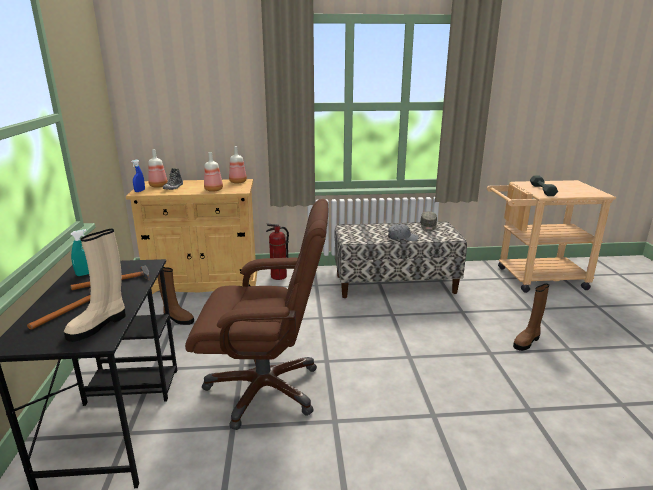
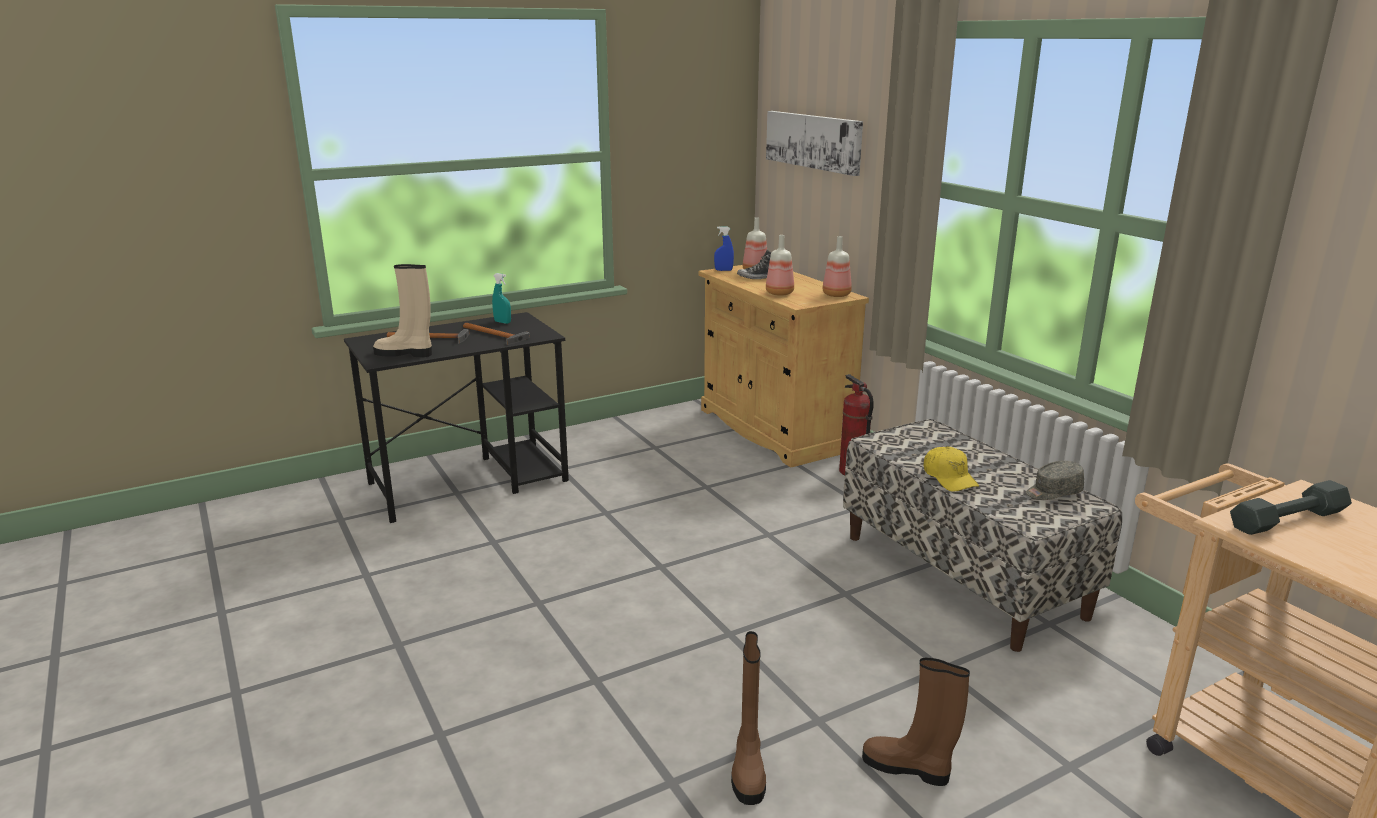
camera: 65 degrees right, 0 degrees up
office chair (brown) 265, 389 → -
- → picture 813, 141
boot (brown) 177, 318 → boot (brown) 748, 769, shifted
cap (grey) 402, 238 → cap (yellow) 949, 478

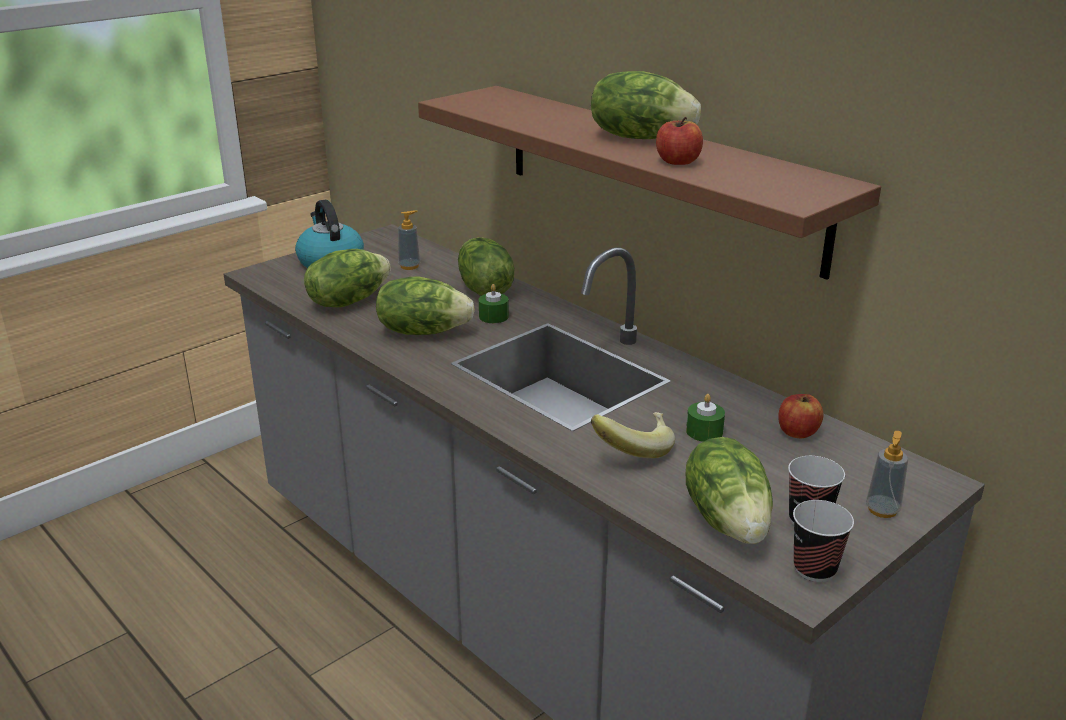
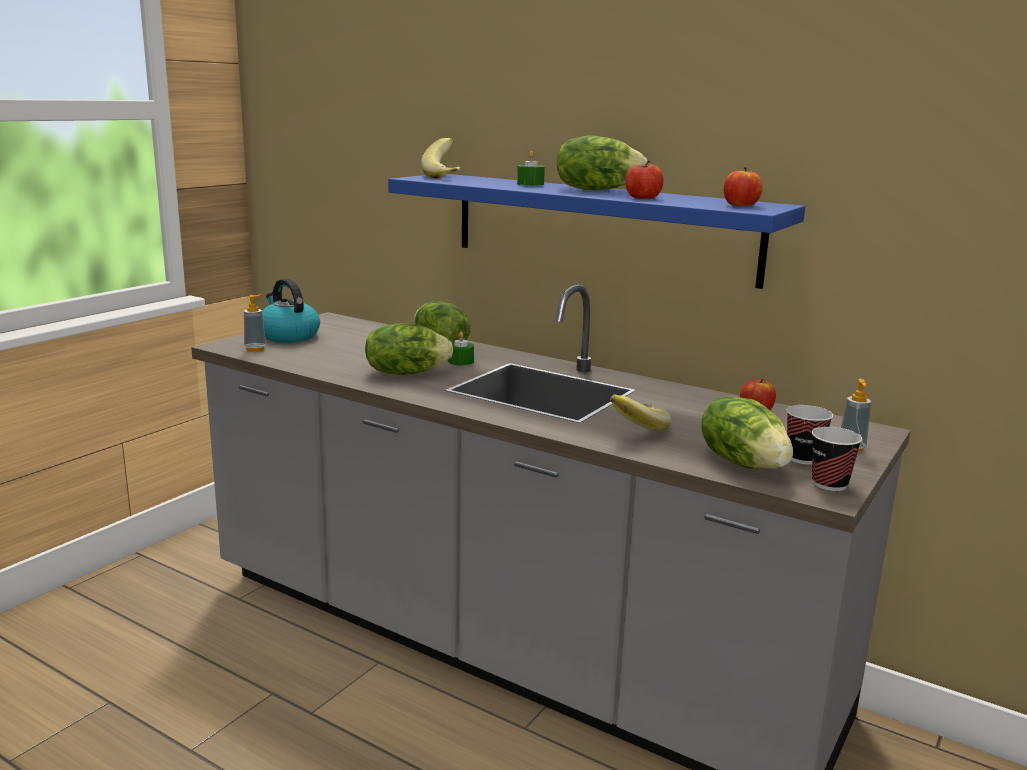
camera: 15 degrees left, 10 degrees down
lettuce 348, 301 → -
- → banana 447, 177
- → apple 740, 205
soap dispenser 409, 266 → soap dispenser 255, 349, shifted
candle (green) 704, 432 → candle (green) 530, 184, shifted
shelf (brown) 656, 174 → shelf (blue) 601, 227

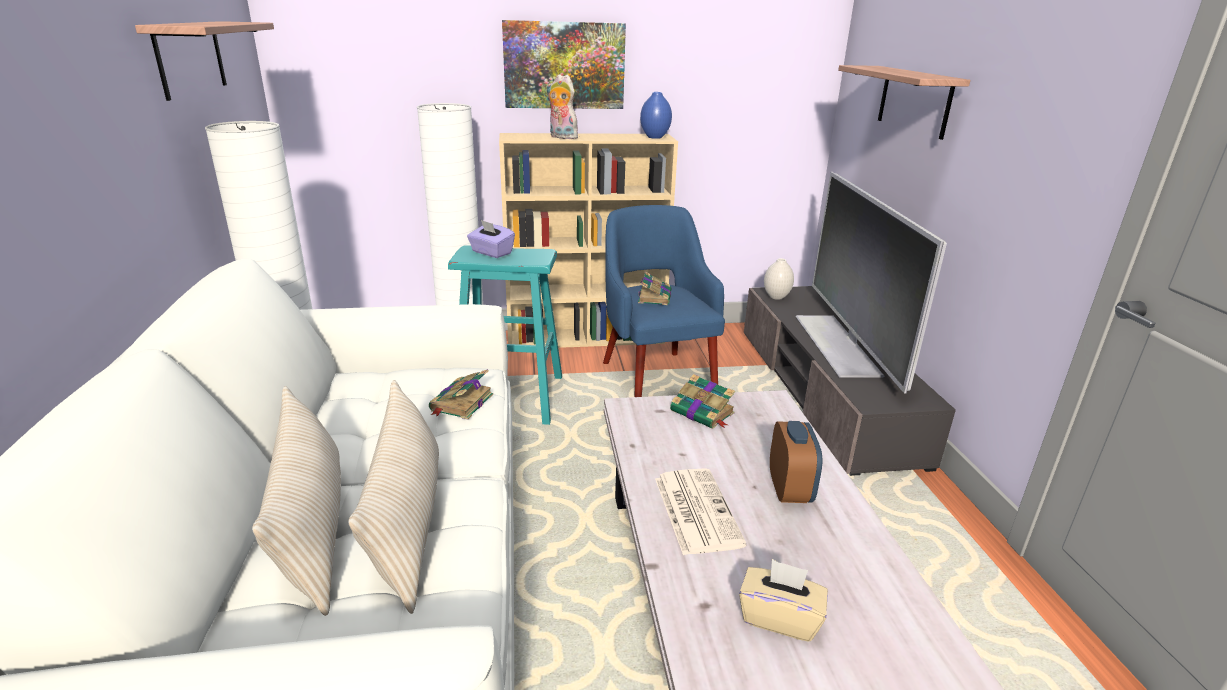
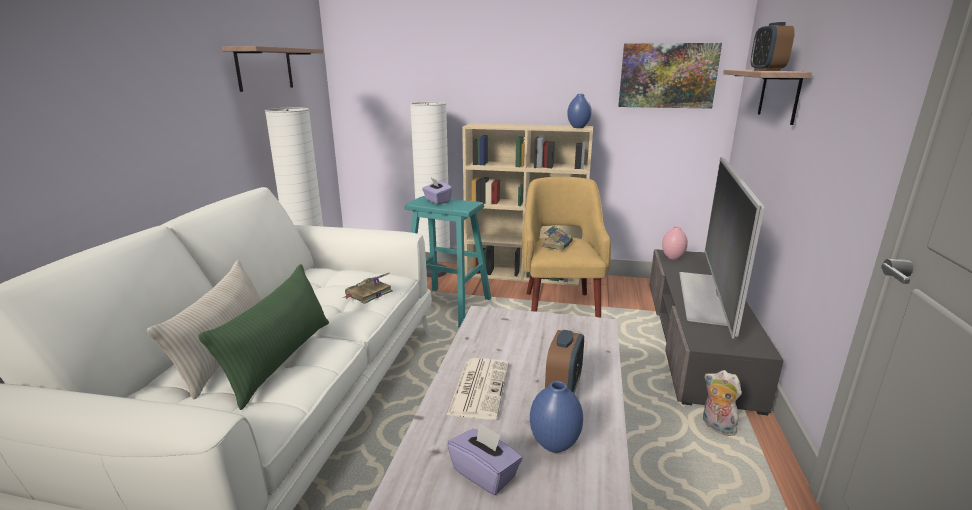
camera: 20 degrees right, 5 degrees down
book 703, 413 → -
- → vase (blue) 554, 445
- → alarm clock 766, 70
picture 564, 65 → picture 667, 76, shifted
plush toy 561, 137 → plush toy 716, 427, shifted
pillow (beige) 408, 525 → pillow (green) 280, 359
armchair (blue) 656, 378 → armchair (yellow) 560, 309
tissue box (beige) 779, 618 → tissue box (purple) 485, 473
vase (white) 776, 297 → vase (pink) 673, 257

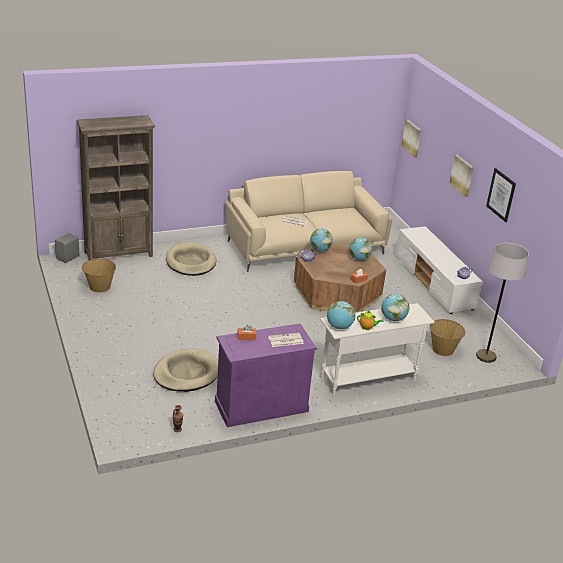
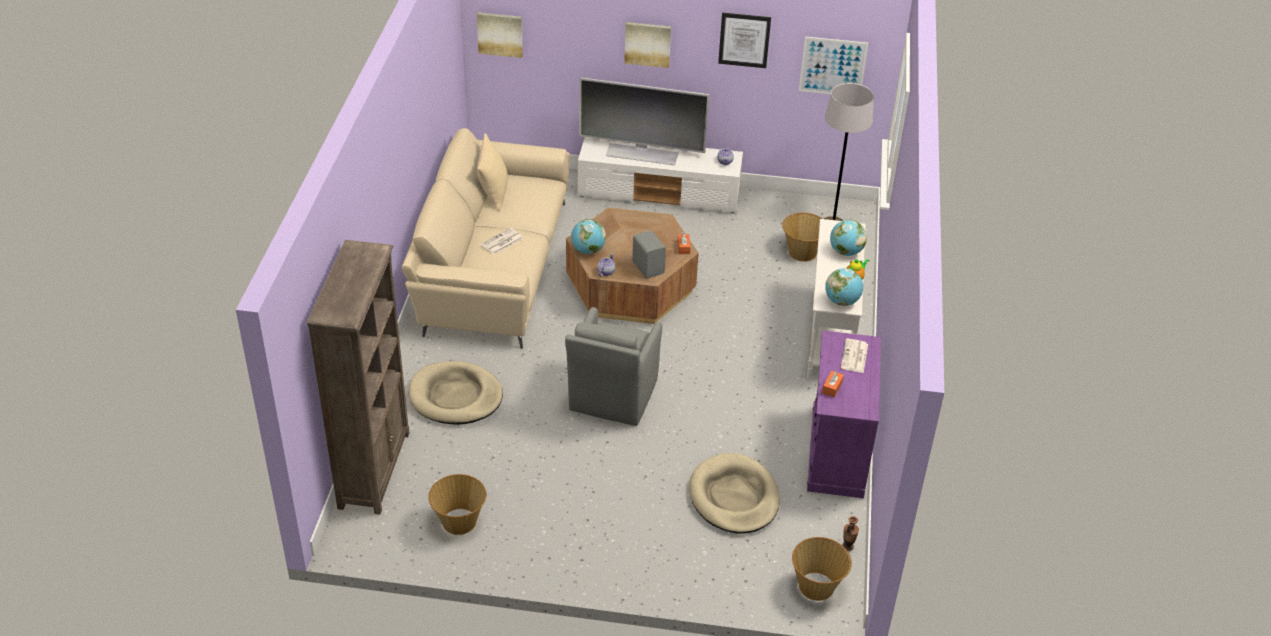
camera: 60 degrees left, 10 degrees up
globe 359, 259 → -
- → pillow (beige) 493, 192
- → armchair (grey) 612, 397
- → television 642, 153
- → basket 817, 586
- → picture 833, 66
speaker (grey) 68, 258 → speaker (grey) 648, 267, shifted

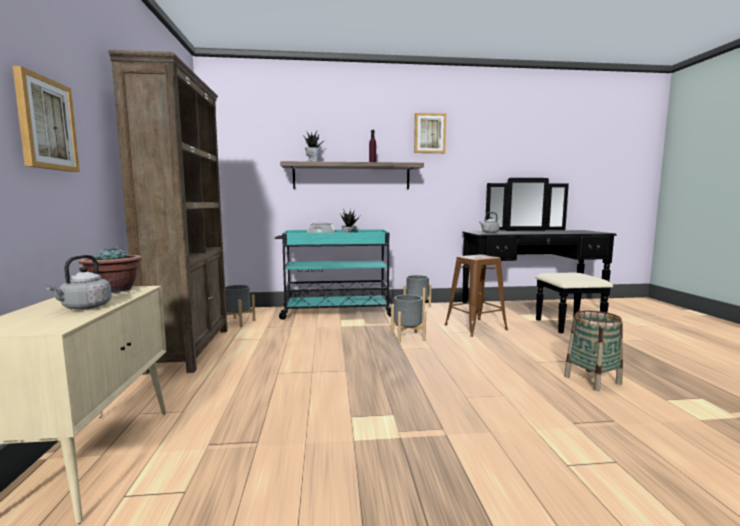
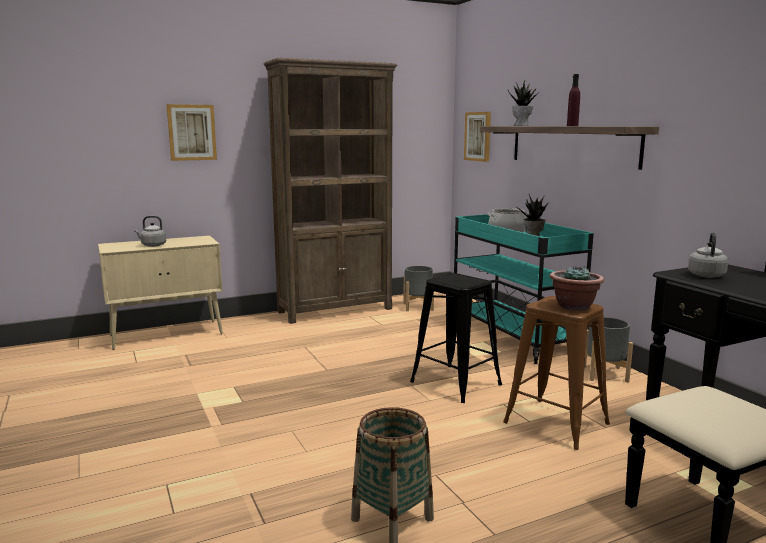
camera: 70 degrees right, 5 degrees up
potted plant 114, 290 → potted plant 574, 307, shifted
picture 429, 133 → picture 478, 136, shifted
planter (grey) 407, 337 → stool (black) 455, 383

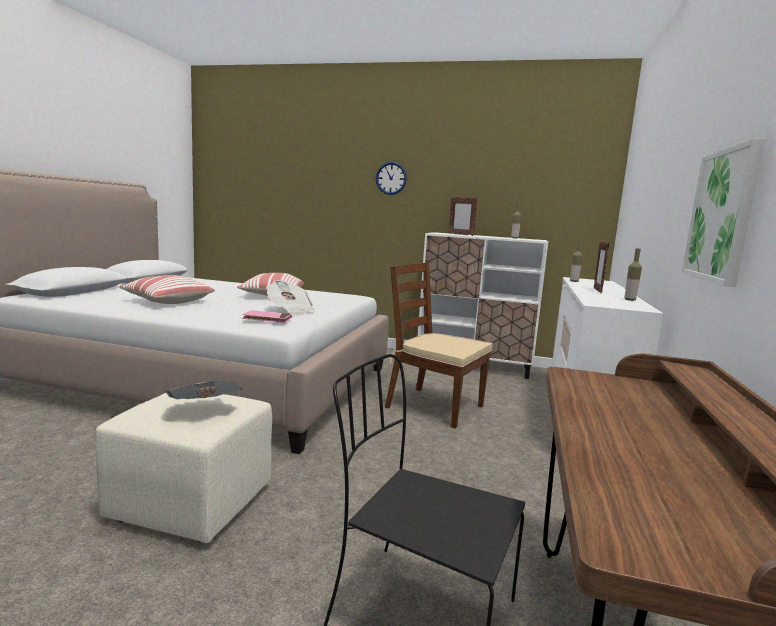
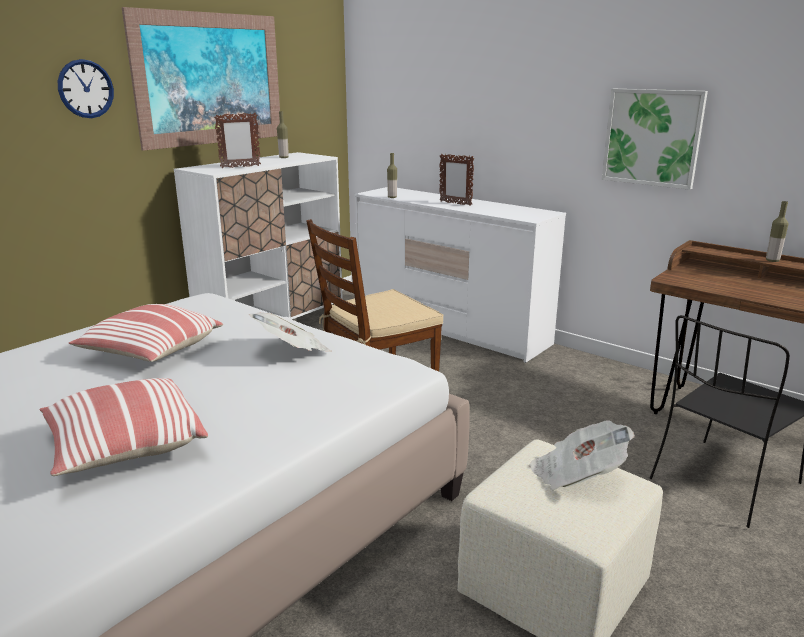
camera: 65 degrees left, 10 degrees up
book (pink) 267, 319 → -
- → picture 210, 79
bottle 629, 300 → bottle 772, 260, shifted

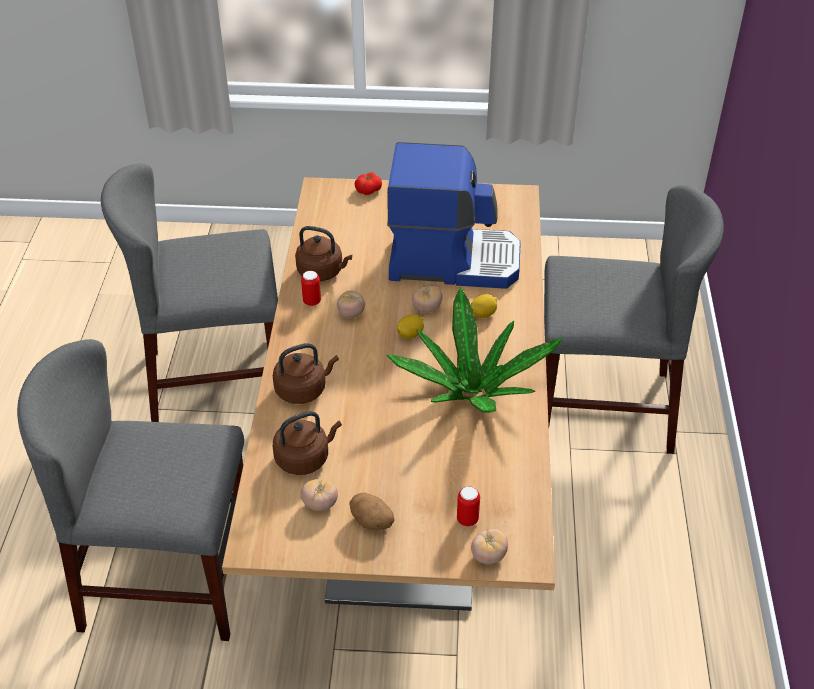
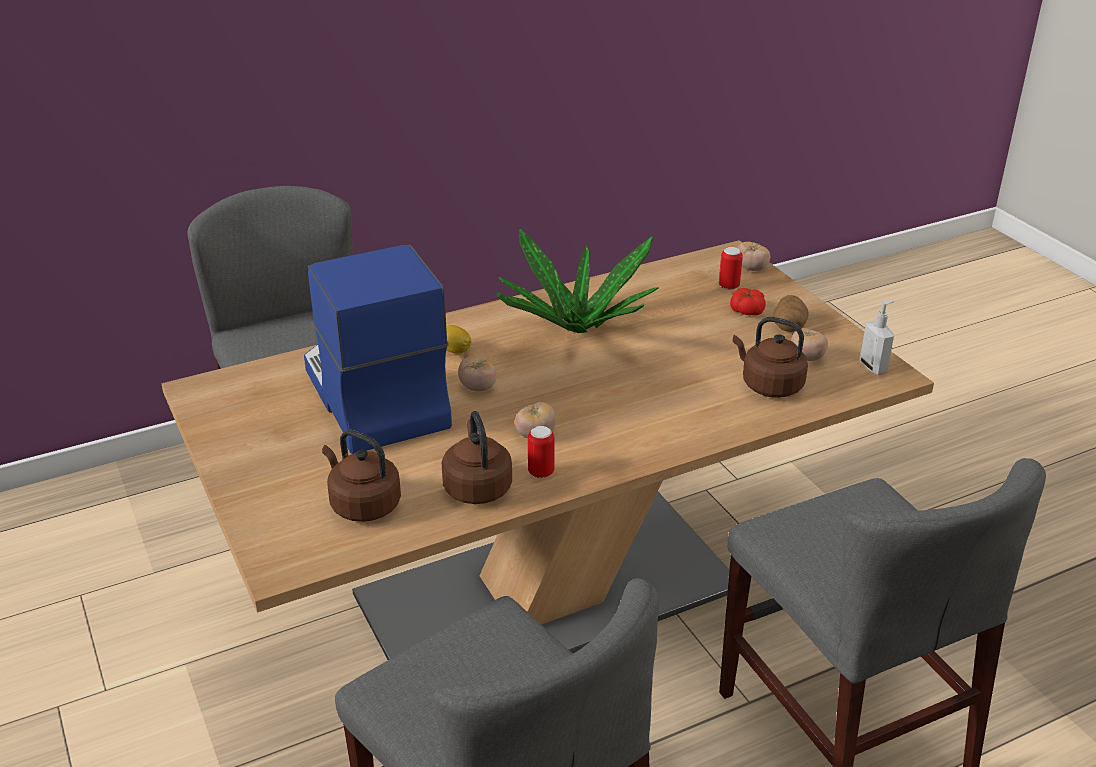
camera: 120 degrees left, 10 degrees down
lemon 410, 334 → -
- → soap dispenser 873, 367
kettle (brown) 303, 389 → kettle (brown) 362, 504, shifted
tomato 368, 190 → tomato 747, 311, shifted

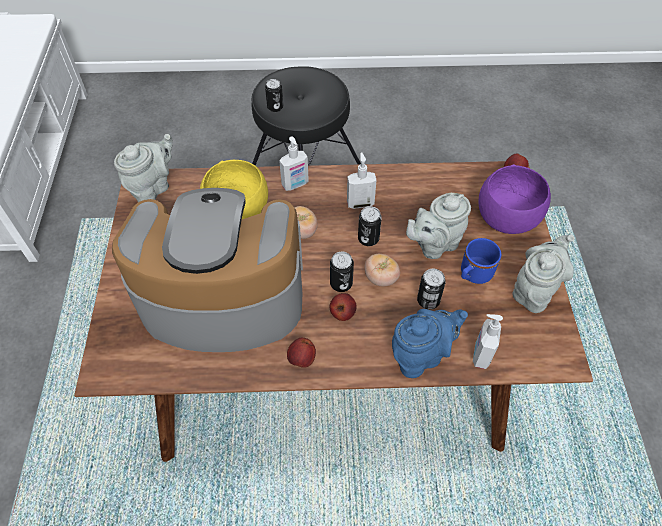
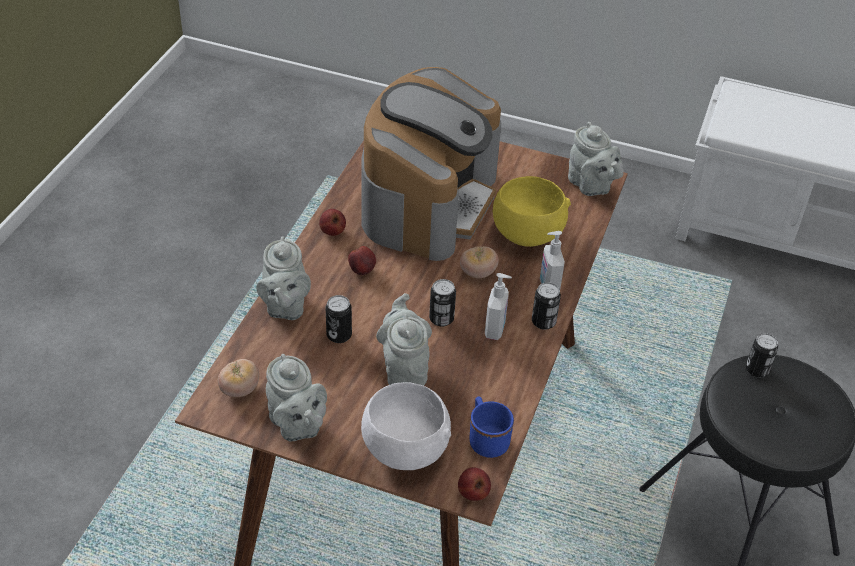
camera: 110 degrees right, 10 degrees down
soap dispenser 480, 355 → -
can 341, 284 → can 543, 322, shifted
tomato 381, 278 → tomato 240, 389, shifted
mug (blue) 473, 275 → mug (blue) 486, 438, shifted
teapot (blue) 421, 355 → teapot (grey) 285, 307
bowl (purple) 506, 220 → bowl (white) 403, 449

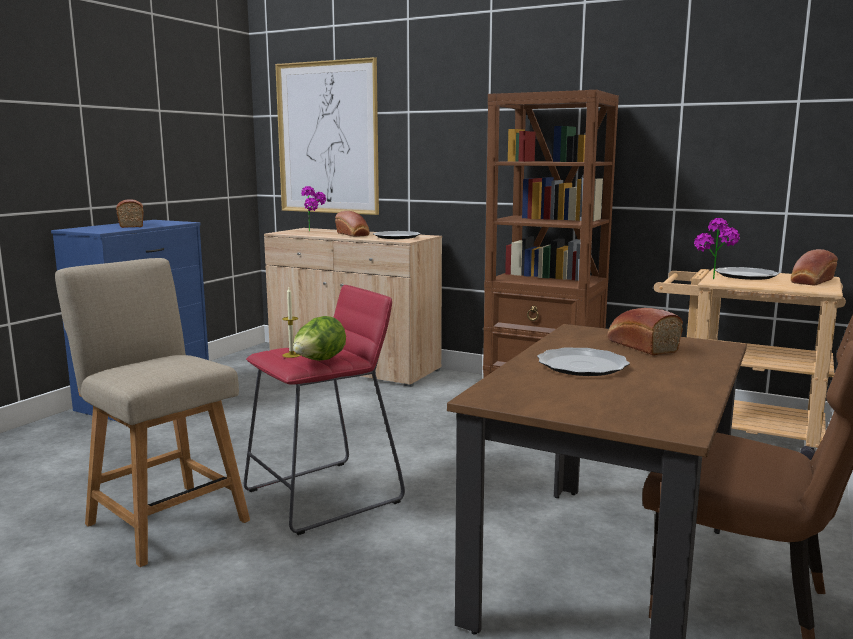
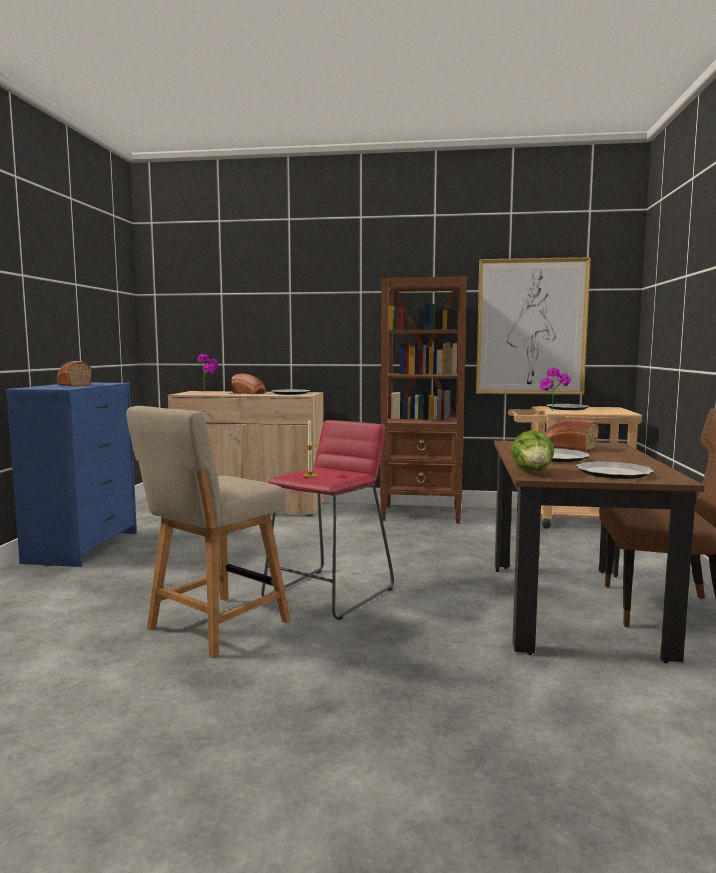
camera: 20 degrees left, 5 degrees down
bread 811, 281 → -
- → plate 614, 473
picture 327, 138 → picture 531, 327, shifted
lettuce 319, 361 → lettuce 532, 472, shifted
chair (beige) 164, 519 → chair (beige) 213, 627, 75 degrees counterclockwise

